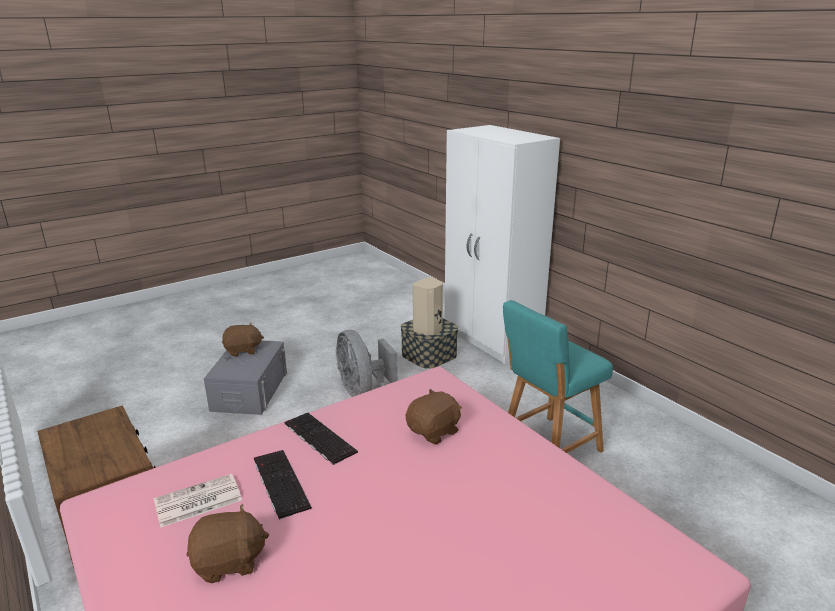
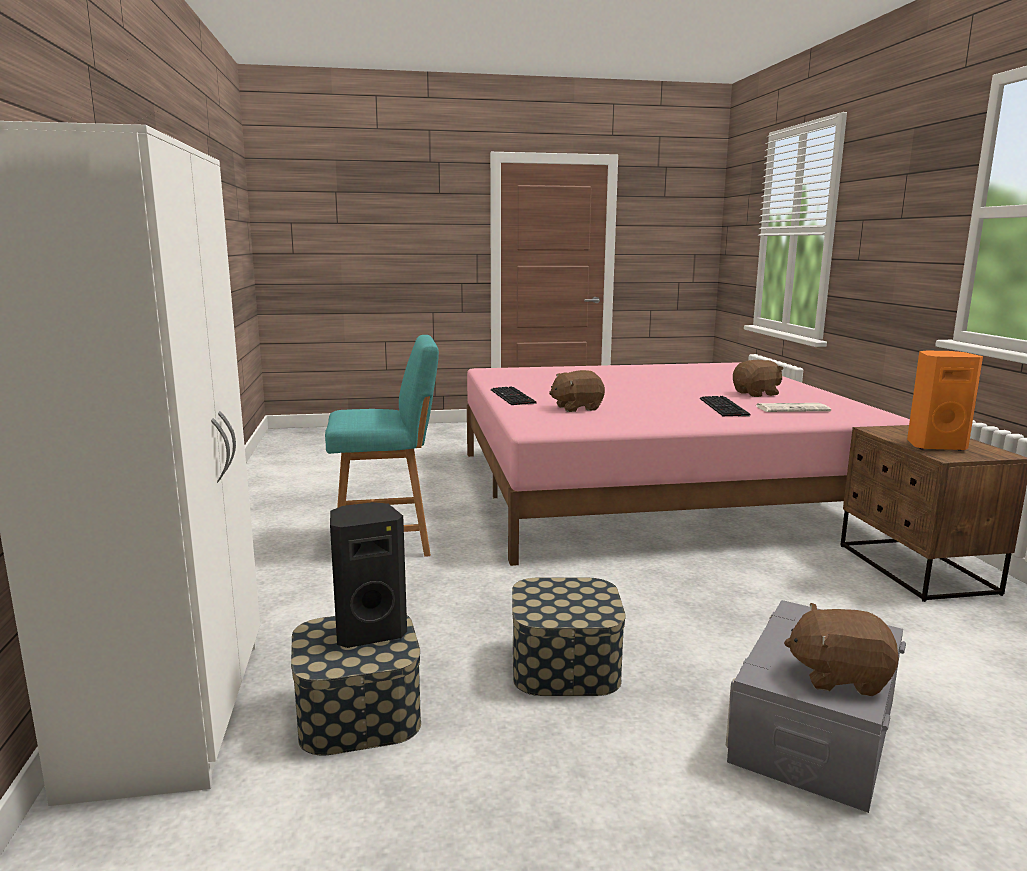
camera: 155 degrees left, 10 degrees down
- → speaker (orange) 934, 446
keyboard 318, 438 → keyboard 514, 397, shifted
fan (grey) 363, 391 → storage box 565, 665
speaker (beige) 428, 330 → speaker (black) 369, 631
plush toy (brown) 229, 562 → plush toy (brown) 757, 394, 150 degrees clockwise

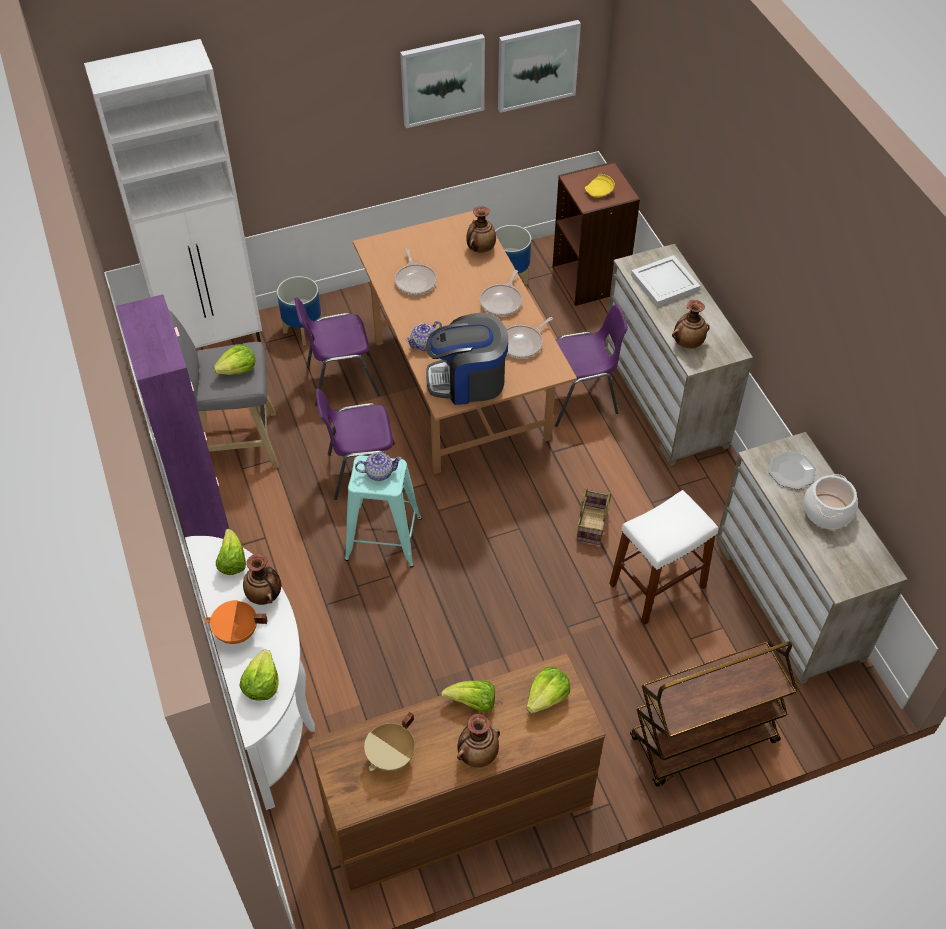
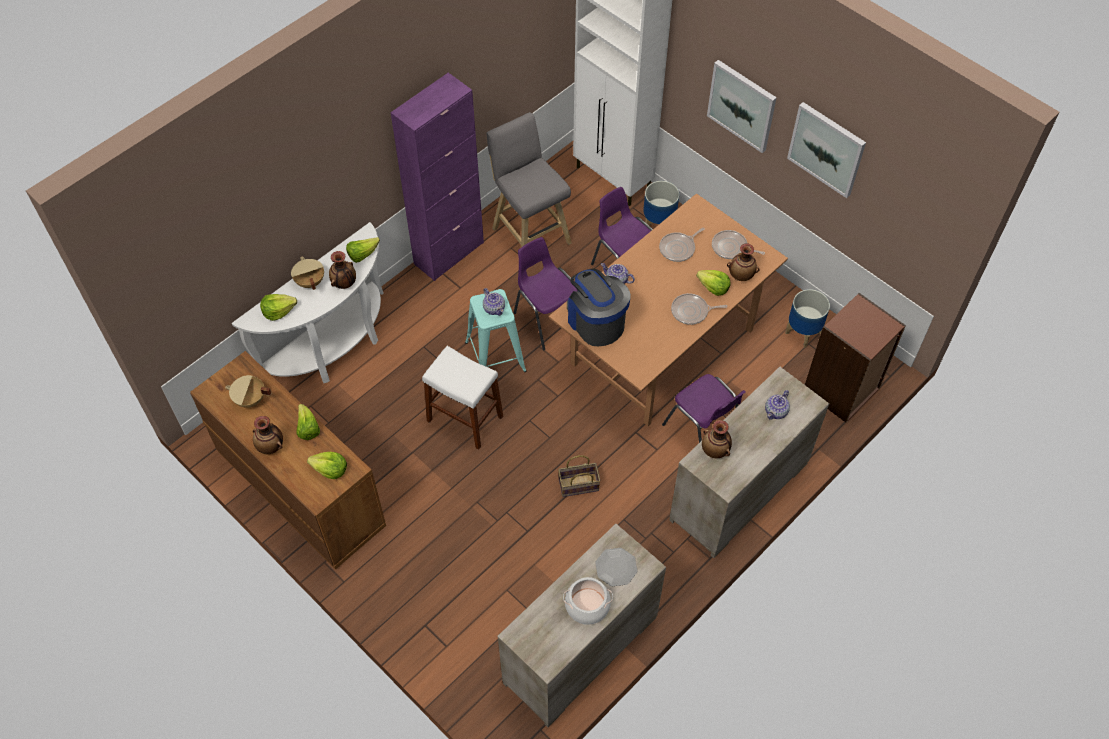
camera: 65 degrees right, 5 degrees up
plate (yellow) 599, 191 → -
cart (brown) 703, 741 → -
lettuce 238, 370 → lettuce 713, 288, shifted
picture 537, 65 → picture 742, 105, shifted
frying pan 523, 343 → frying pan 731, 248, shifted
stool (white) 657, 585 → stool (white) 465, 418, shifted
tray (white) 665, 282 → teapot 776, 411
cooking pot (orange) 237, 633 → cooking pot (beige) 309, 282

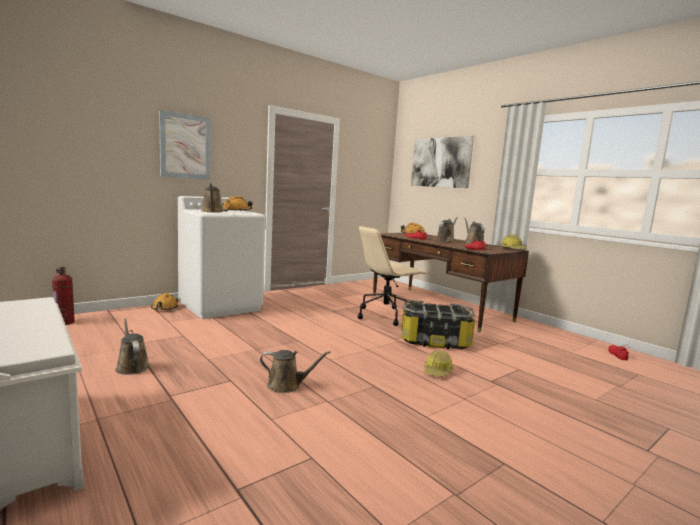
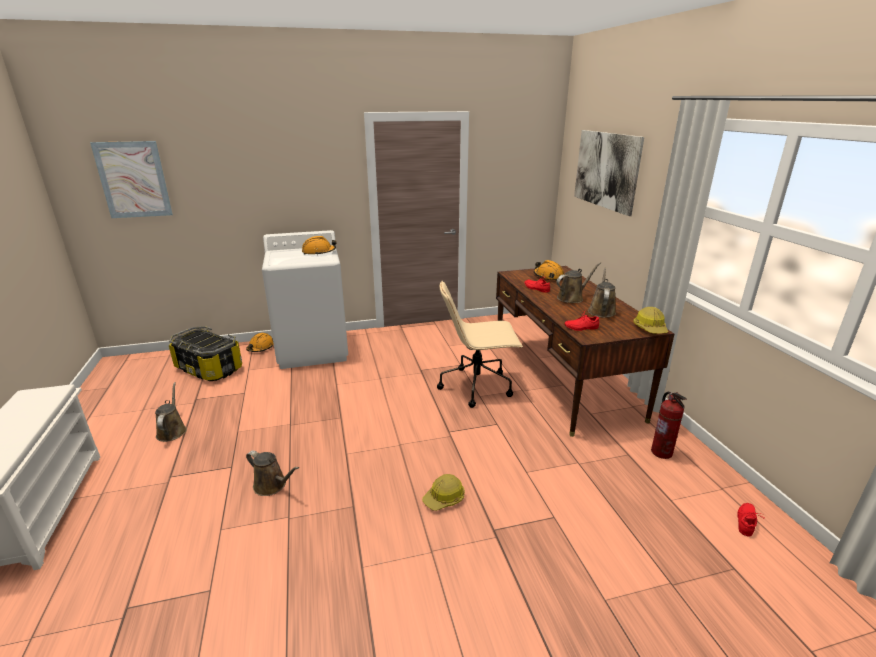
camera: 25 degrees right, 15 degrees up
watering can (brown) 212, 211 → -
fire extinguisher 65, 322 → fire extinguisher 662, 452, shifted
picture 185, 146 → picture 133, 180, shifted
storage box 434, 341 → storage box 209, 368, shifted

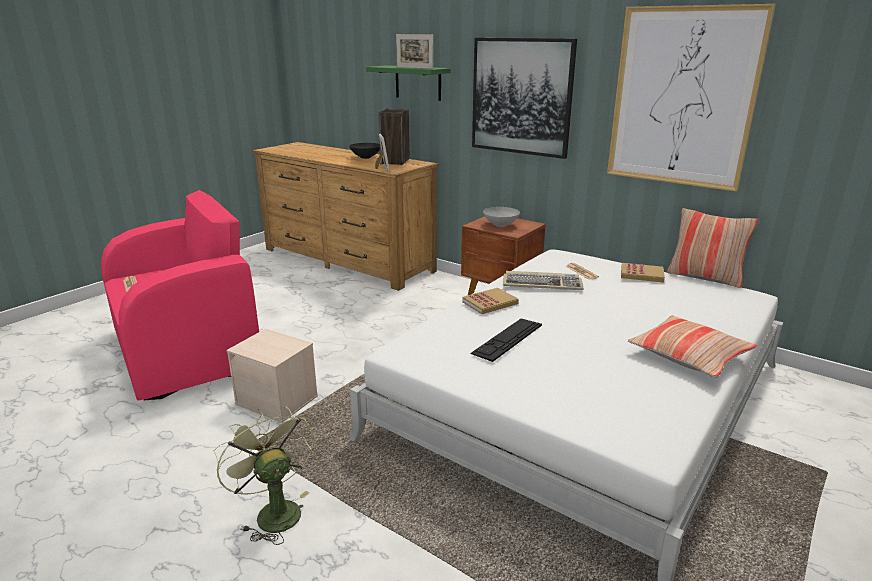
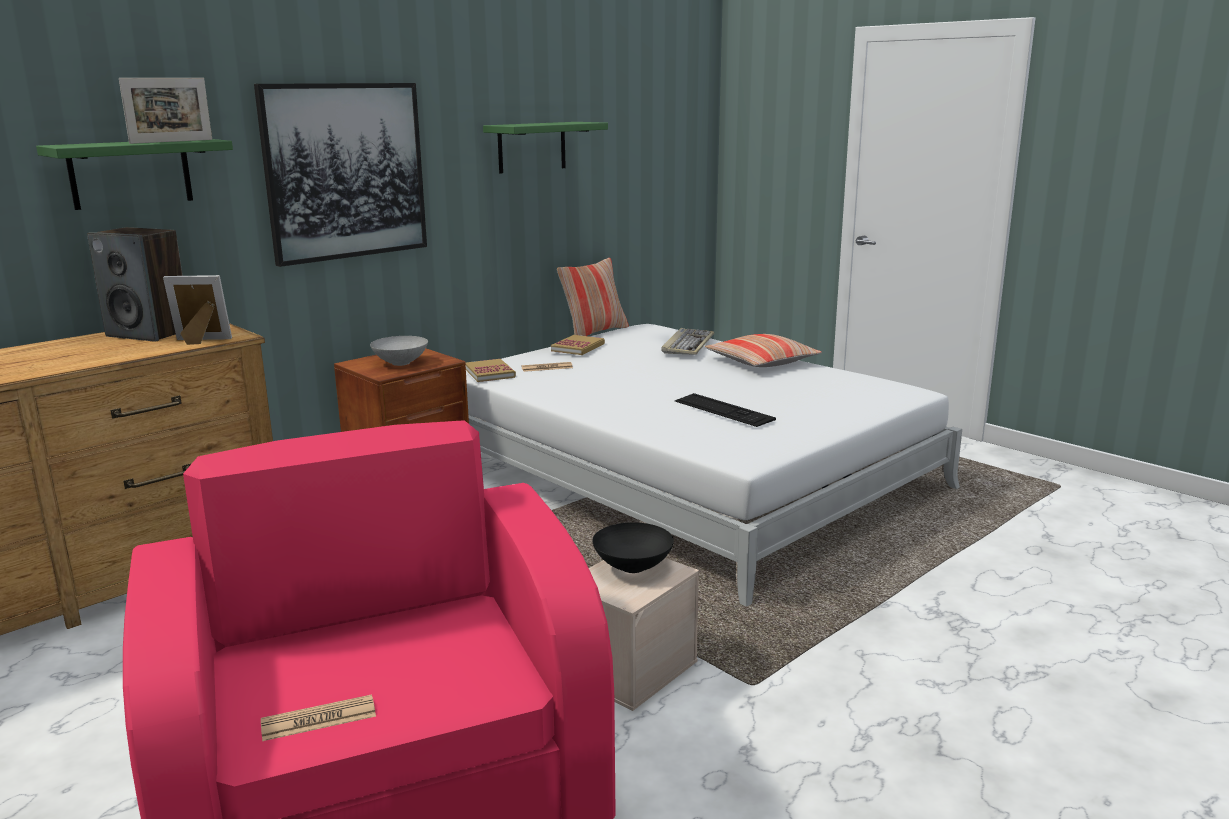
camera: 80 degrees left, 5 degrees down
fan (green) 273, 511 → -
bowl (black) 366, 157 → bowl (black) 632, 566, shifted
book 490, 303 → book 489, 373, shifted
keyboard 542, 284 → keyboard 687, 344, shifted
picture 682, 98 → shelf (green) 532, 147

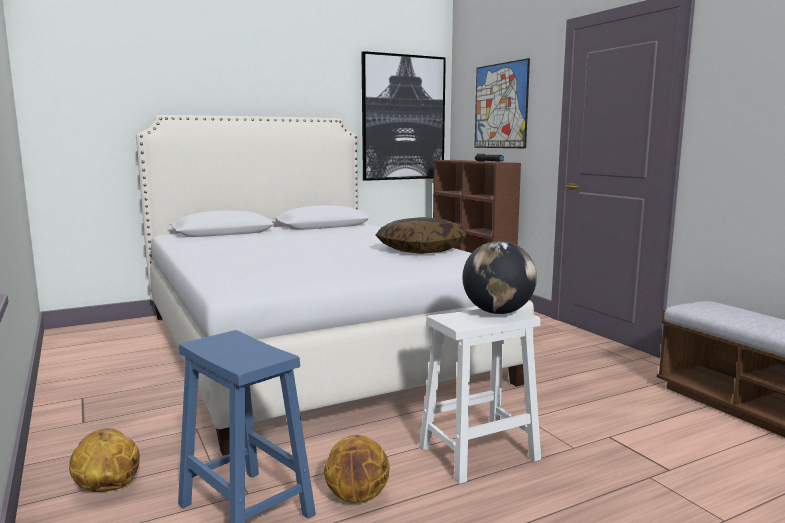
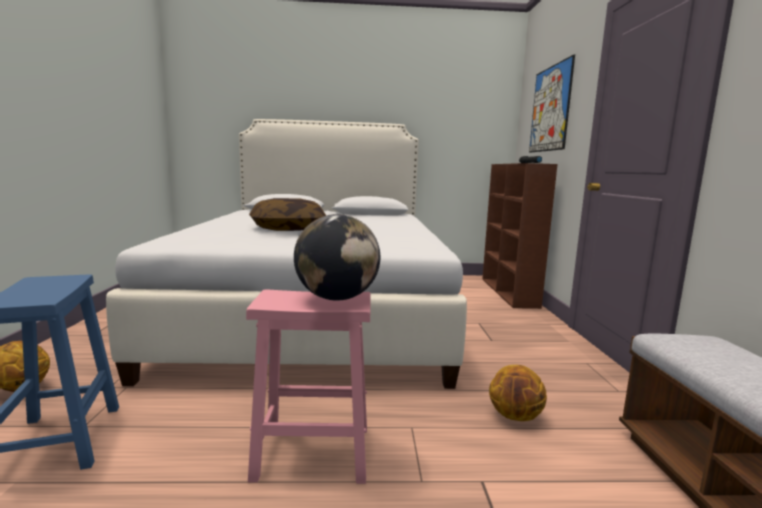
camera: 25 degrees right, 0 degrees up
picture 403, 118 → -
basketball 357, 497 → basketball 515, 417, shifted
pillow 421, 250 → pillow 288, 229, shifted
stool (white) 477, 454 → stool (pink) 311, 453

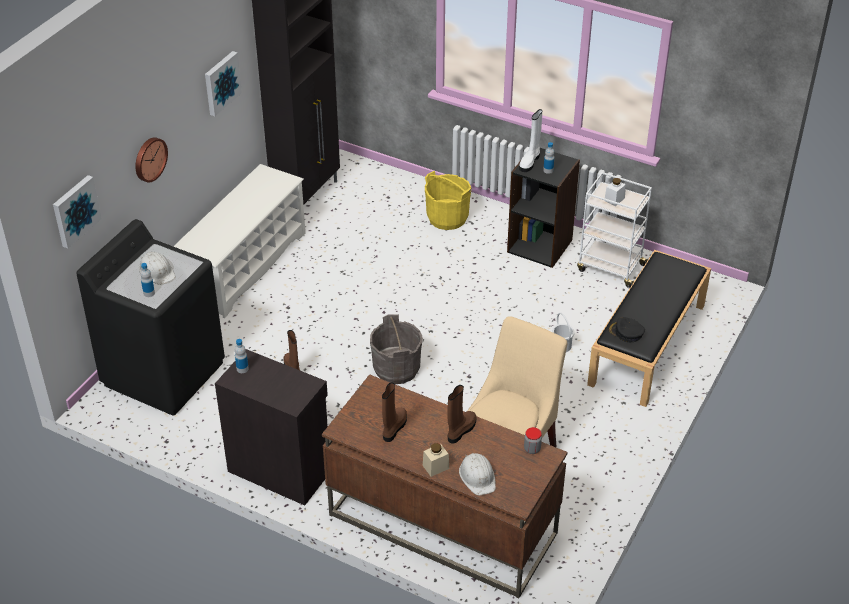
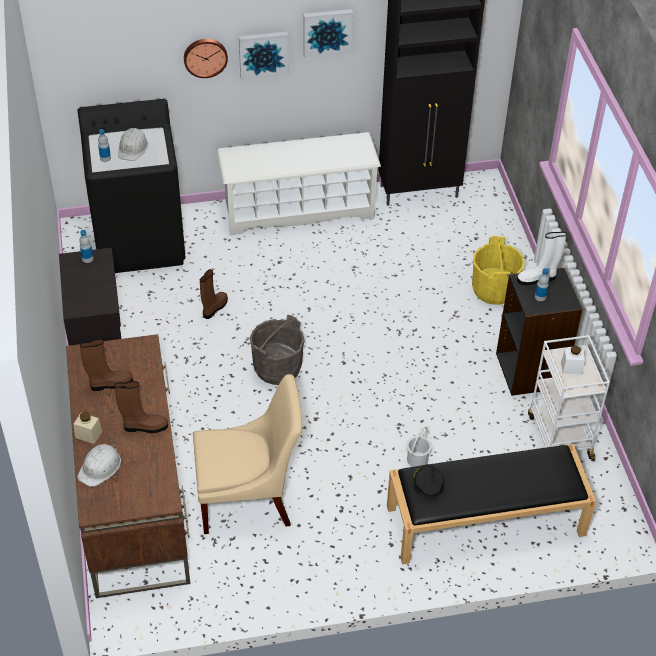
camera: 50 degrees right, 5 degrees up
jar 532, 449 → -
picture 75, 210 → picture 263, 54, shifted

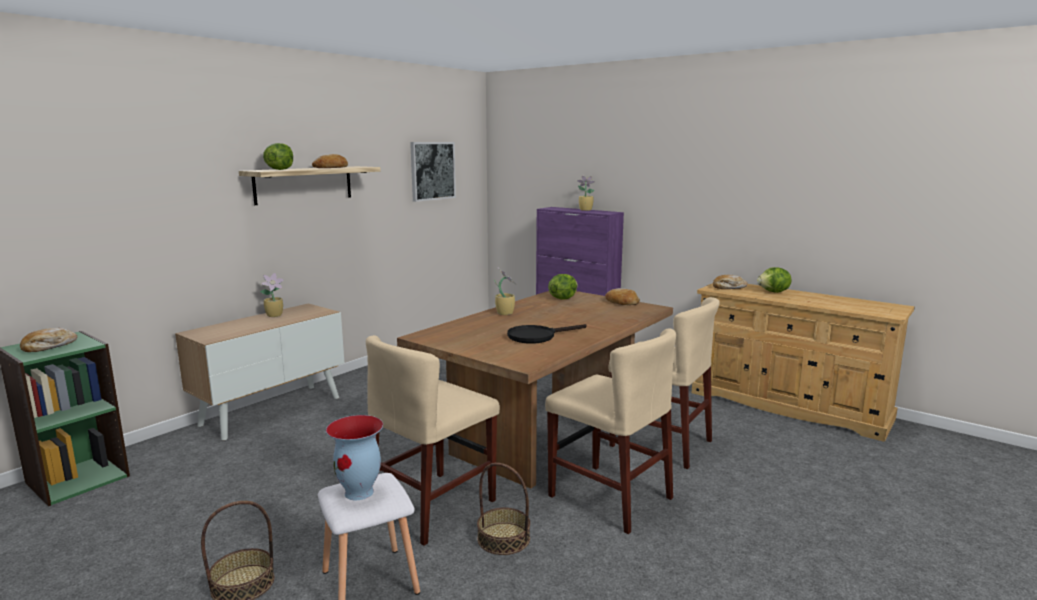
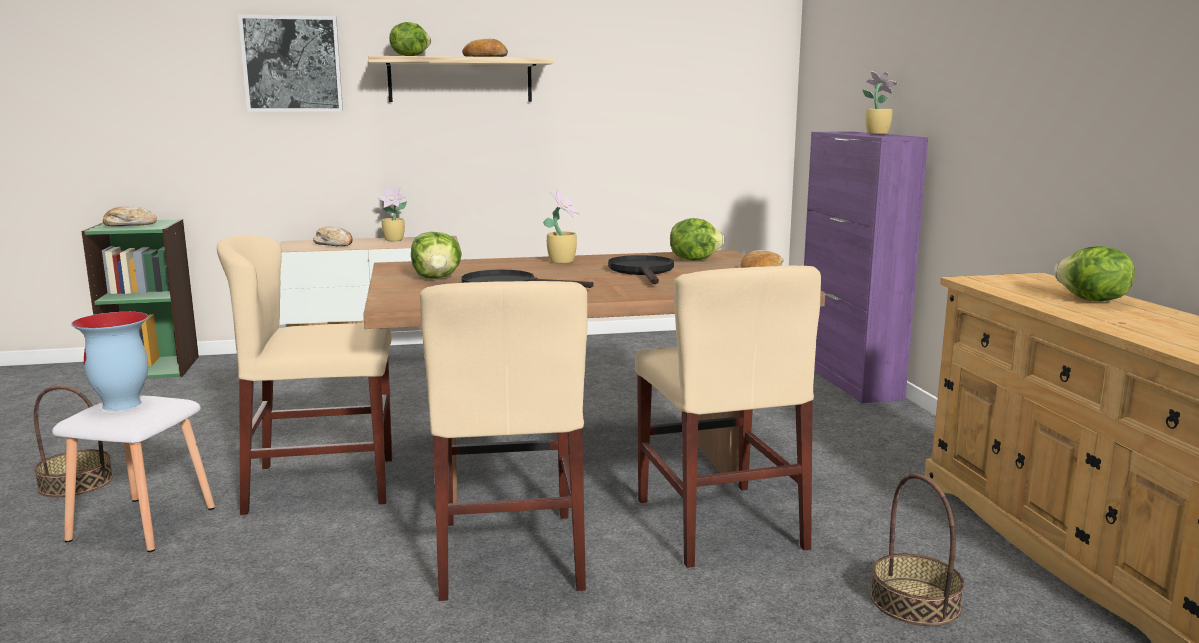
camera: 40 degrees right, 0 degrees up
- → lettuce 437, 278
- → frying pan (black) 643, 271
picture 432, 171 → picture 292, 64, shifted
basket 503, 538 → basket 915, 601, shifted
bread 729, 287 → bread 334, 244, shifted

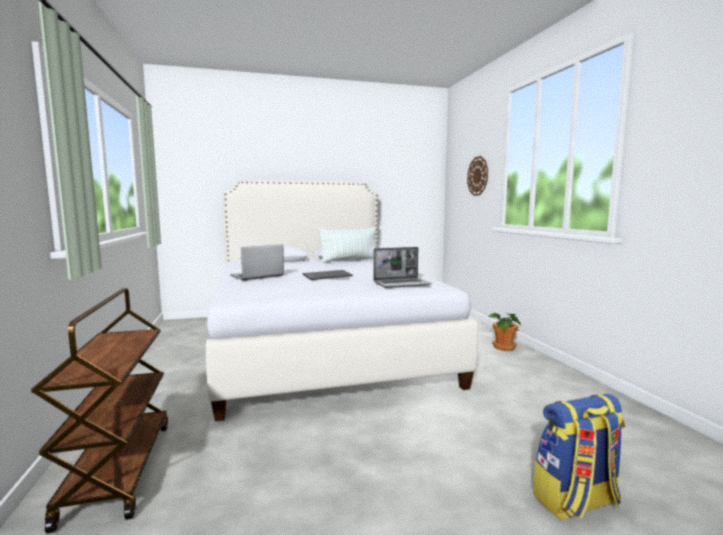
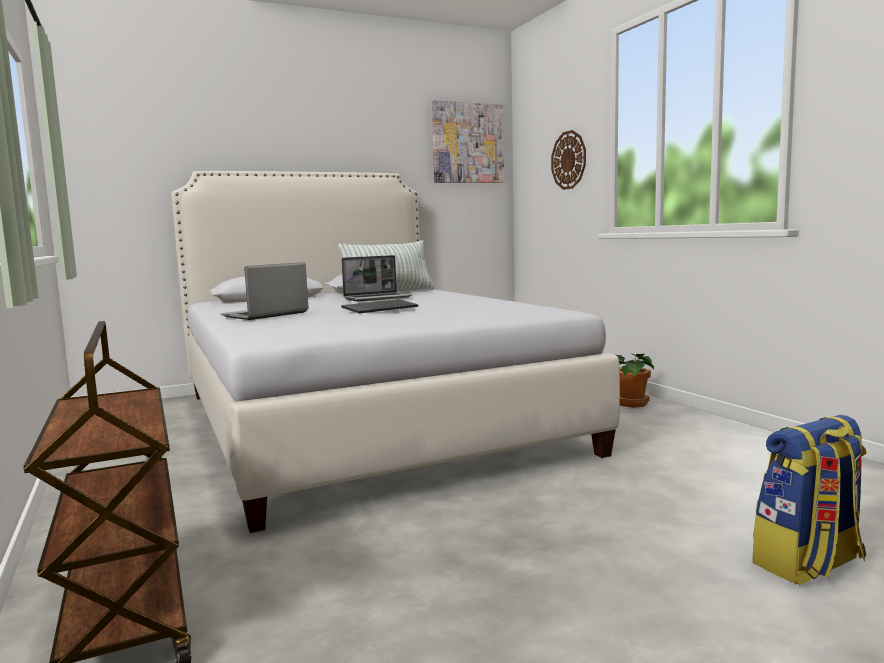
camera: 10 degrees left, 0 degrees up
- → picture 468, 143
laptop 402, 284 → laptop 378, 298, shifted

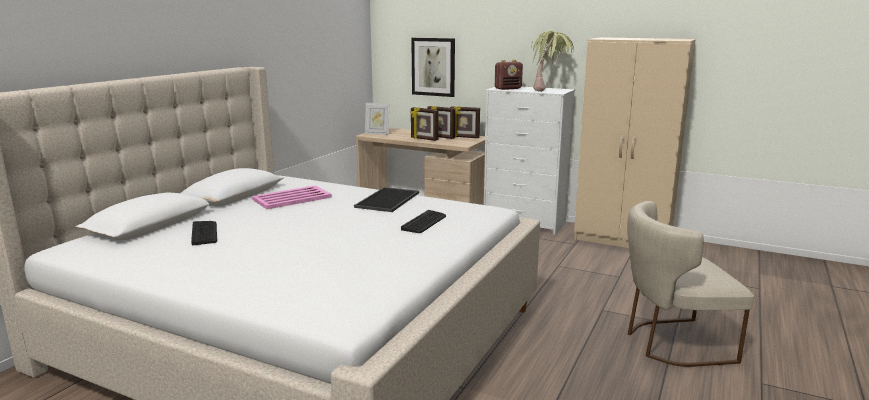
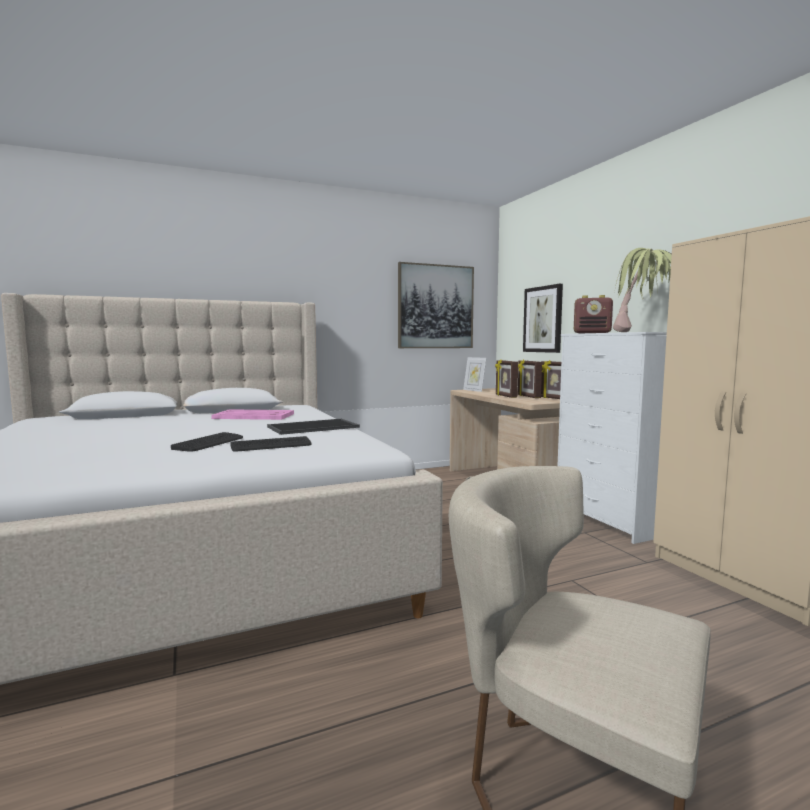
camera: 40 degrees right, 10 degrees down
- → picture 435, 307
keyboard 204, 233 → keyboard 209, 443, shifted

